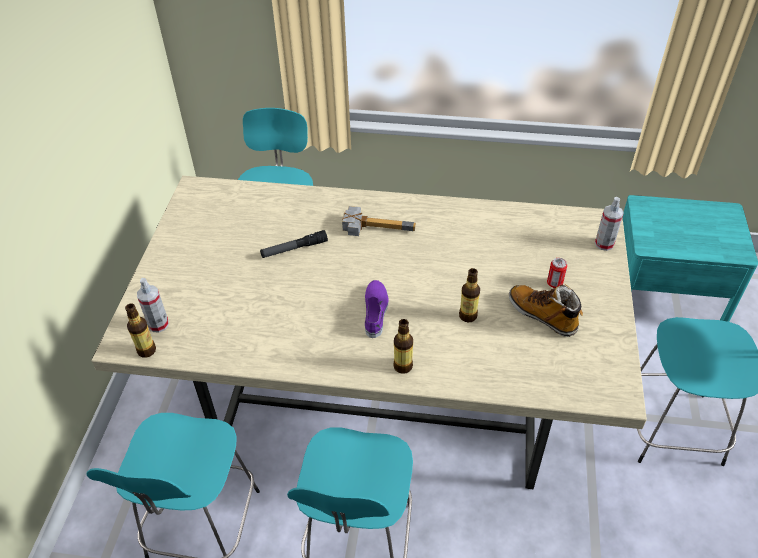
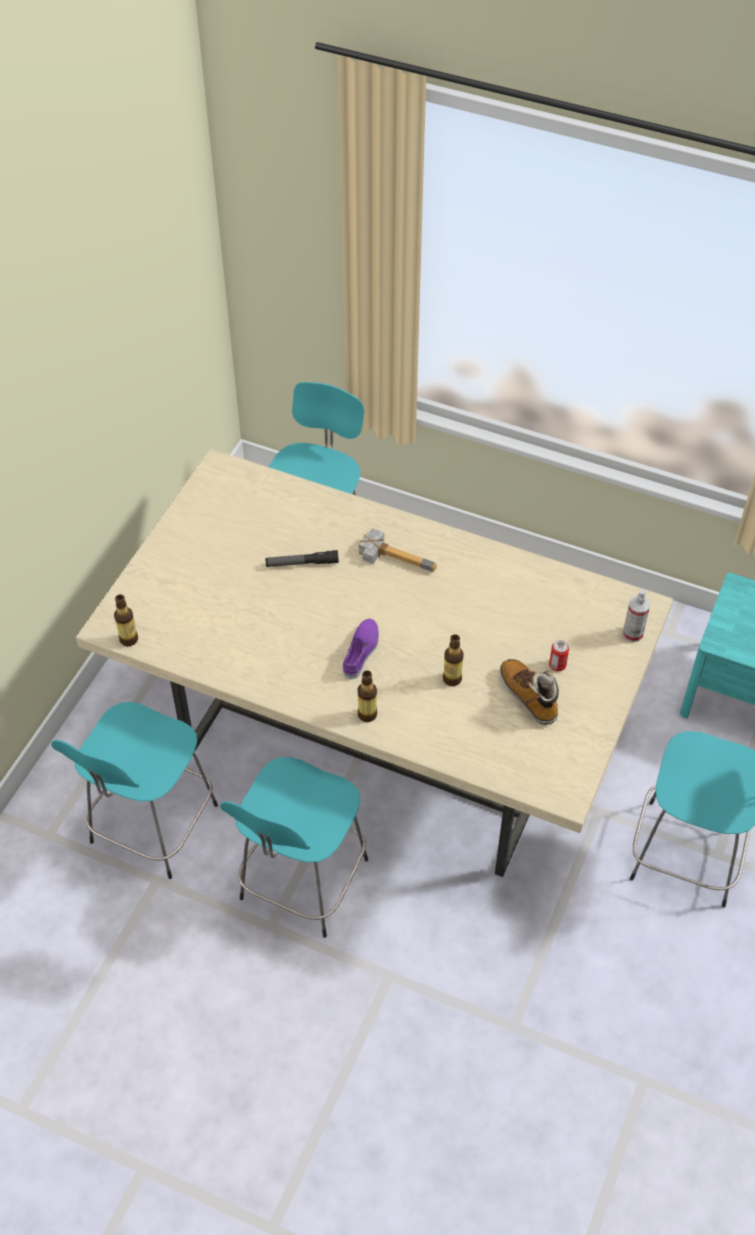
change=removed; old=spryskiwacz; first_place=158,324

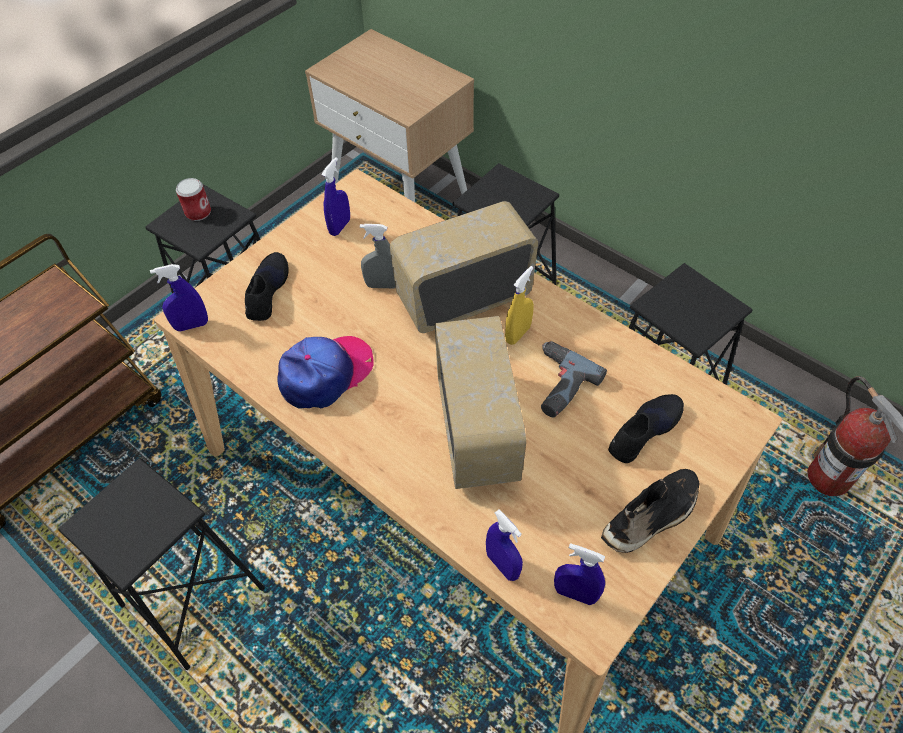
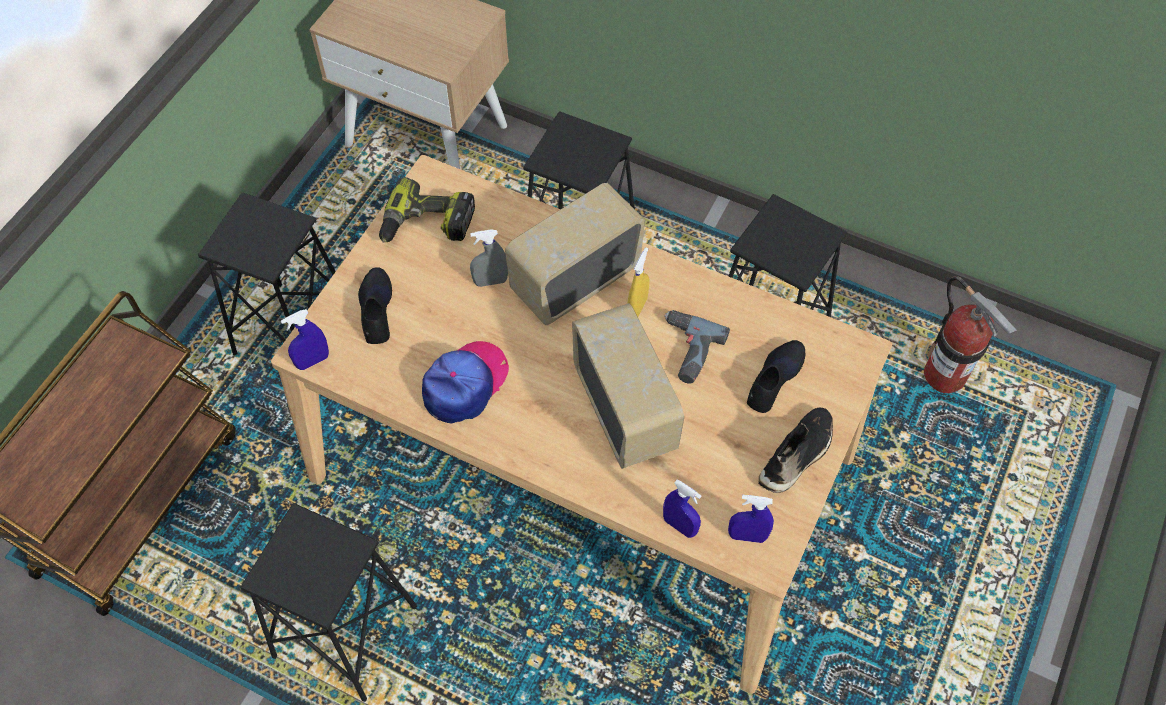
change=removed; old=puszka; first_place=198,212
change=replaced; old=spryskiwacz/niebieski; new=wiertarka; first_place=340,227; second_place=427,225

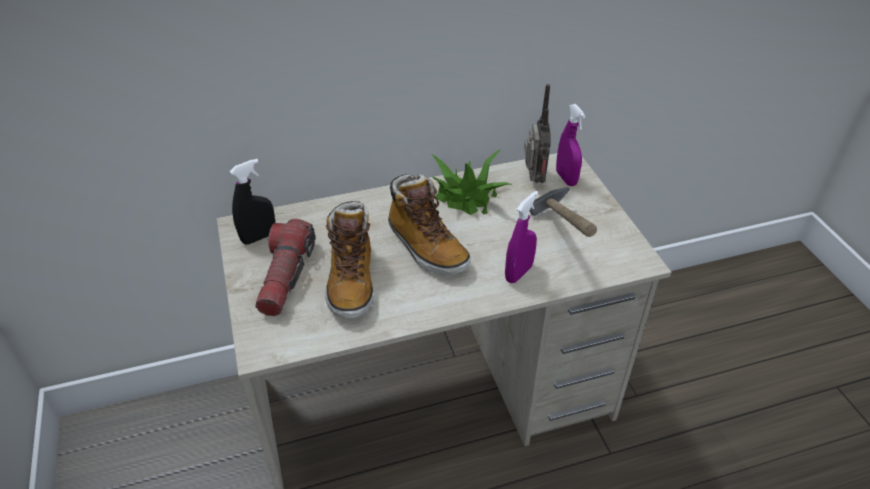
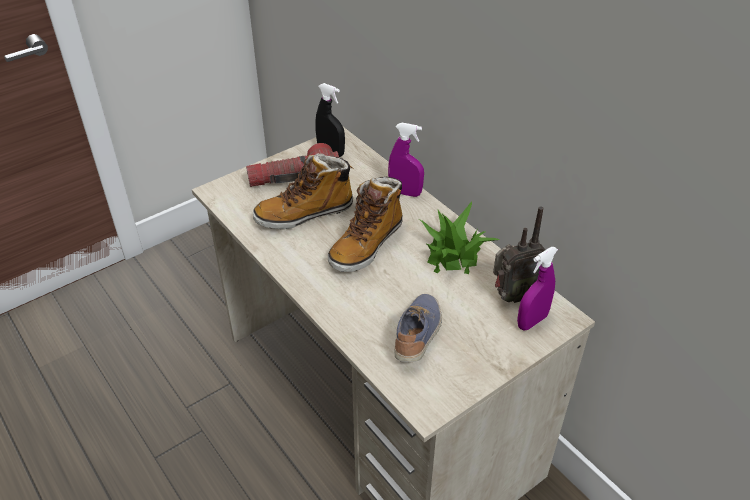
change=moved; old=spryskiwacz/fioletowy; first_place=518,273; second_place=405,192
change=replaced; old=młotek; new=but; first_place=559,244; second_place=418,335

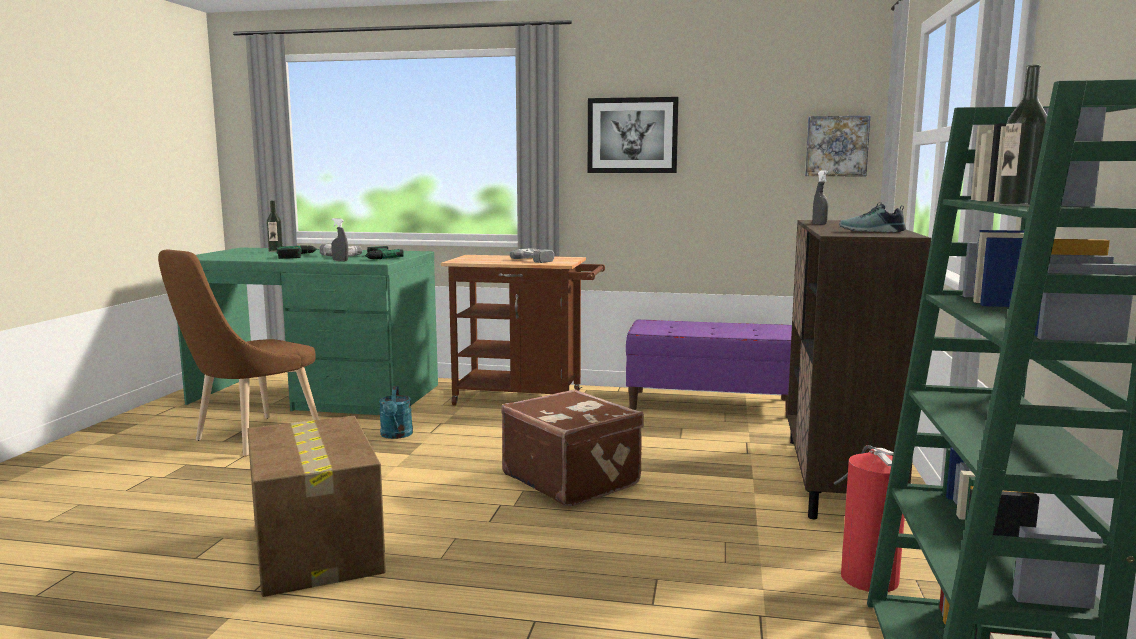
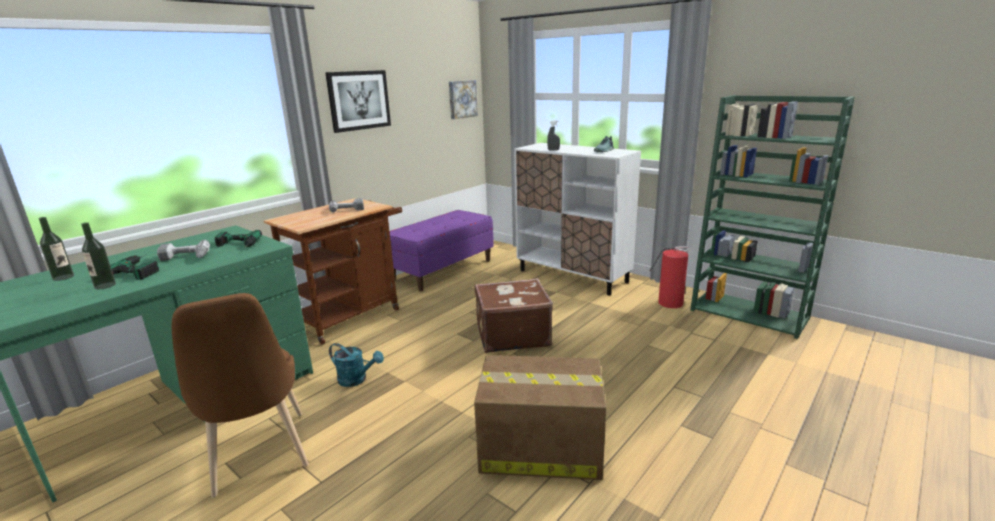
change=removed; old=spryskiwacz/szary; first_place=340,261
change=moved; old=butelka; first_place=1019,205; second_place=105,285
change=recoloured; old=szafka/brązowy; new=szafka/biały; first_place=837,478; second_place=573,276

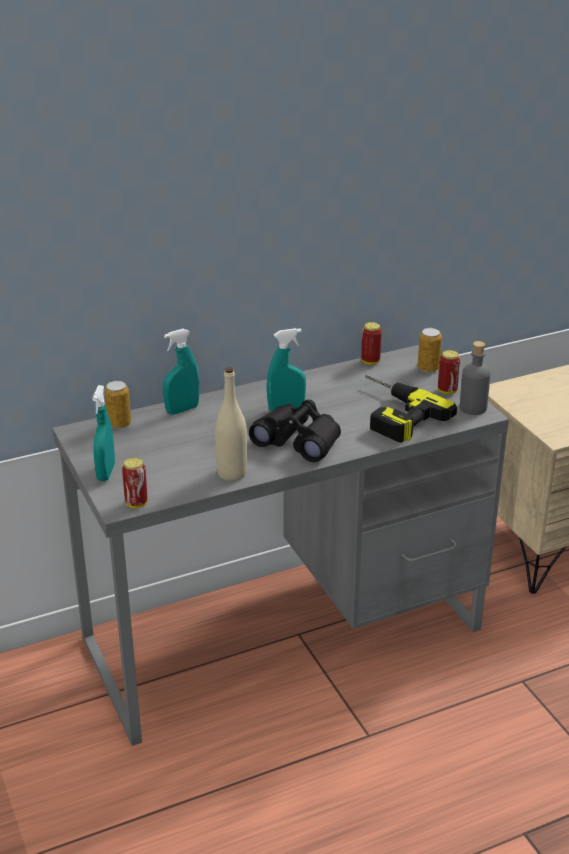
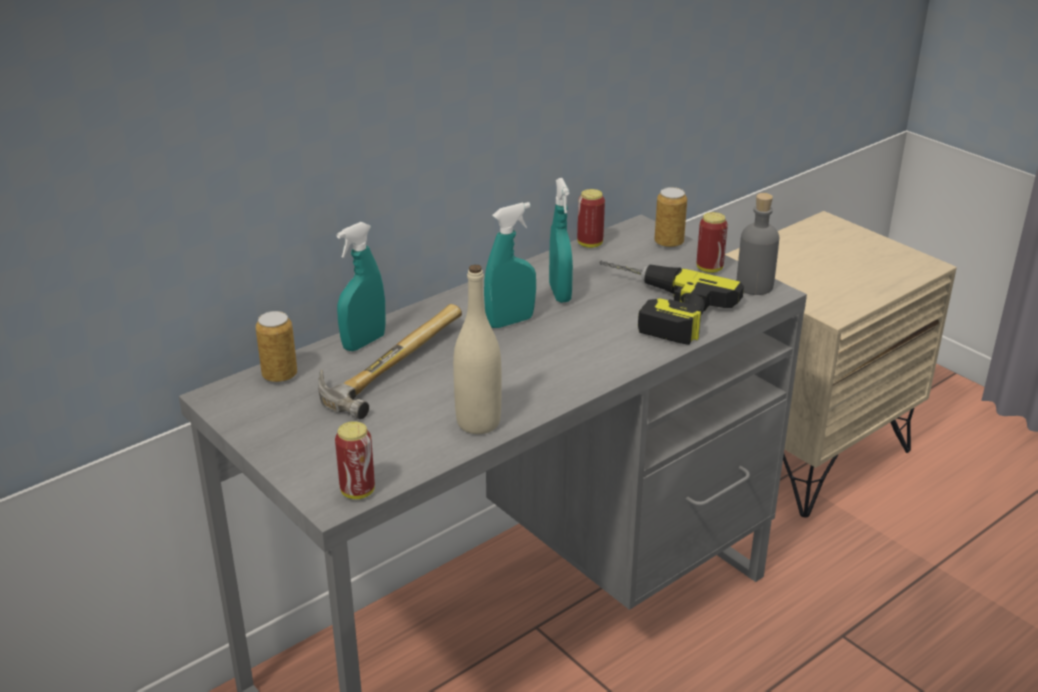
change=removed; old=lornetka/czarny; first_place=299,441
change=added; new=młotek; second_place=388,364
change=moved; old=spryskiwacz/turkusowy; first_place=106,472; second_place=560,293

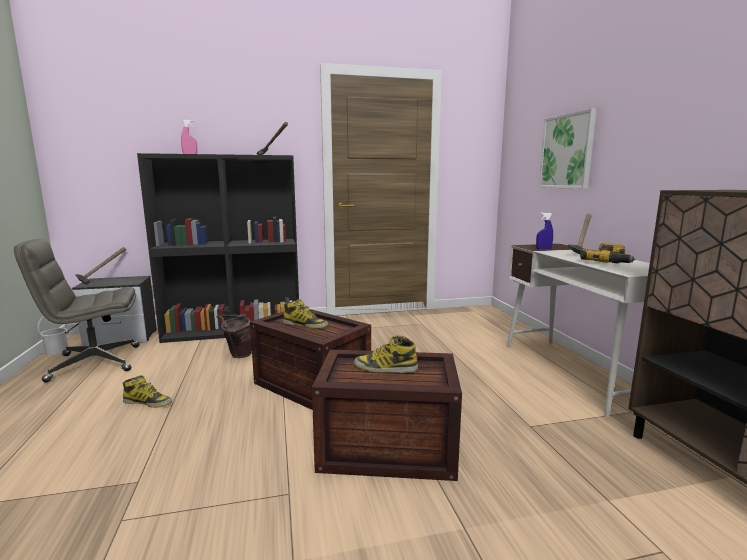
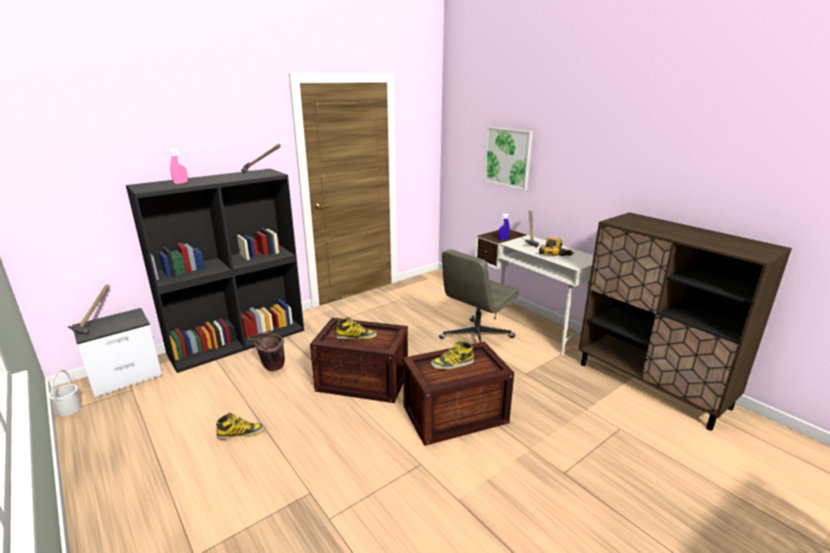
change=moved; old=krzesło biurowe/szary; first_place=94,363; second_place=476,338

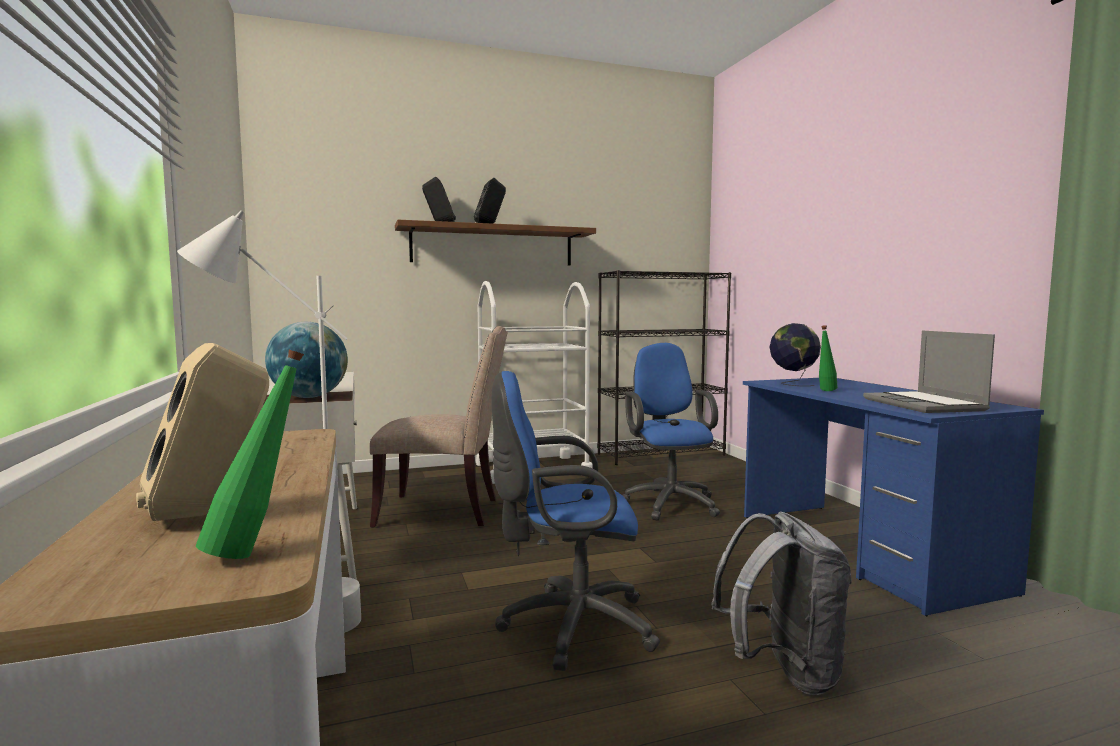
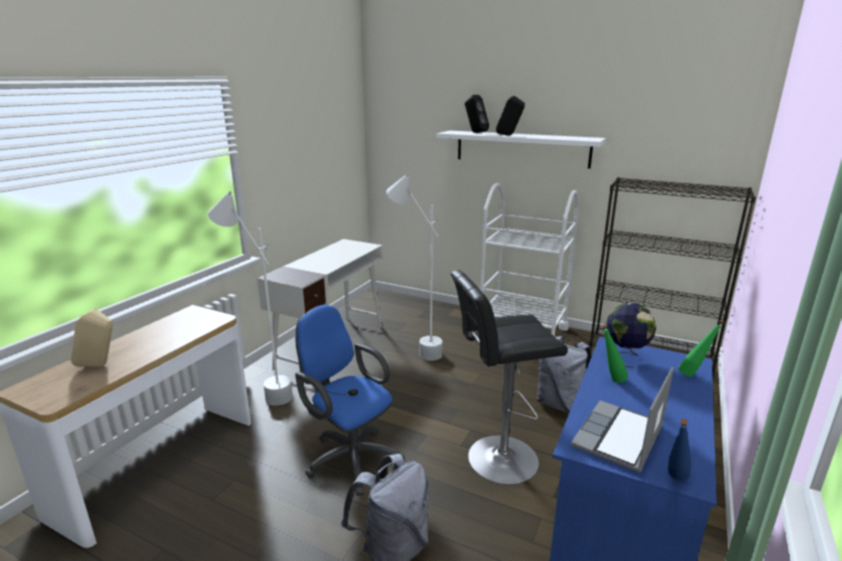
change=removed; old=globus; first_place=309,397
change=added; new=stołek/czarny; second_place=497,460
change=added; new=butelka/niebieski; second_place=674,481
change=moved; old=butelka/zielony; first_place=257,551; second_place=694,375
change=replaced; old=krzesło/beżowy; new=lampa stojąca/biały; first_place=444,511; second_place=416,348
change=replaced; old=krzesło biurowe/niebieski; new=plecak/szary; first_place=669,502; second_place=560,404
change=recoloured; old=półka/brązowy; new=półka/biały; first_place=493,246; second_place=521,148

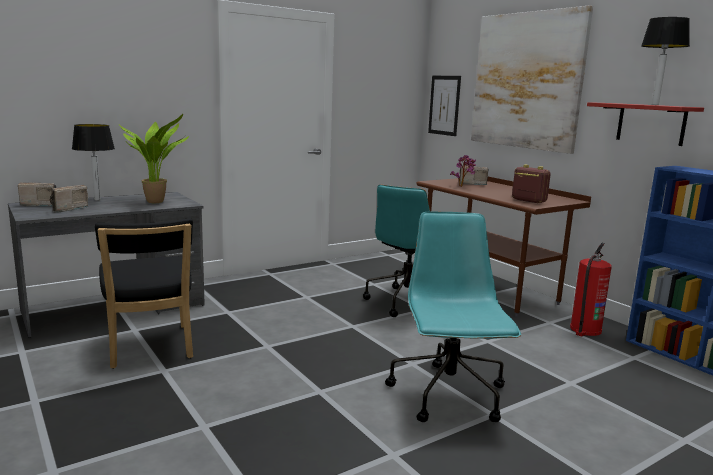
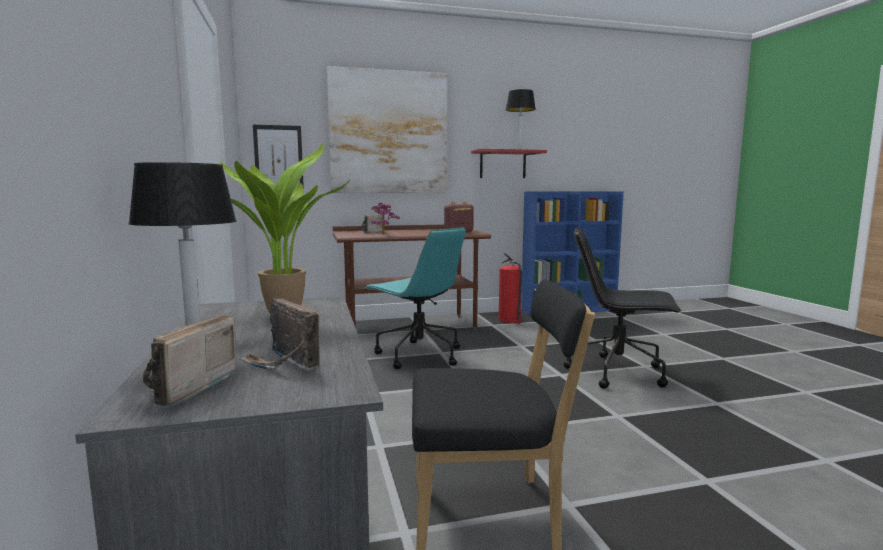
change=recoloured; old=krzesło biurowe/turkusowy; new=krzesło biurowe/czarny; first_place=449,396; second_place=619,372

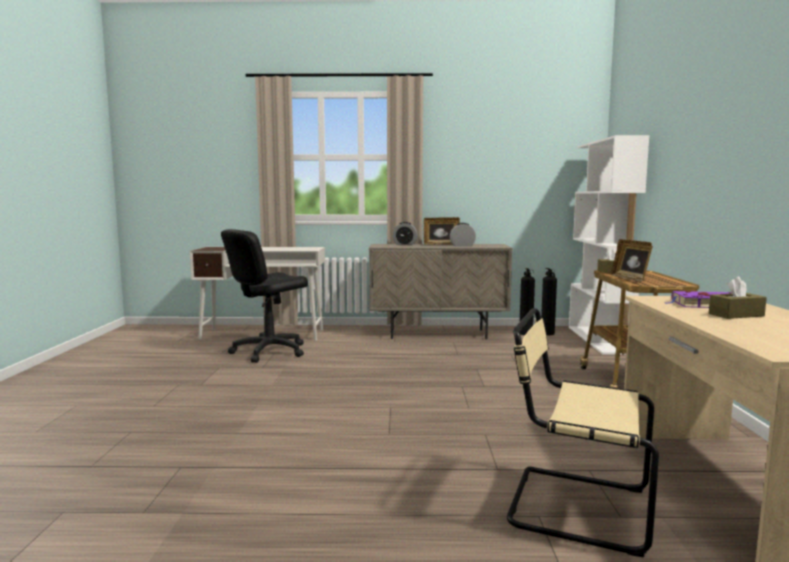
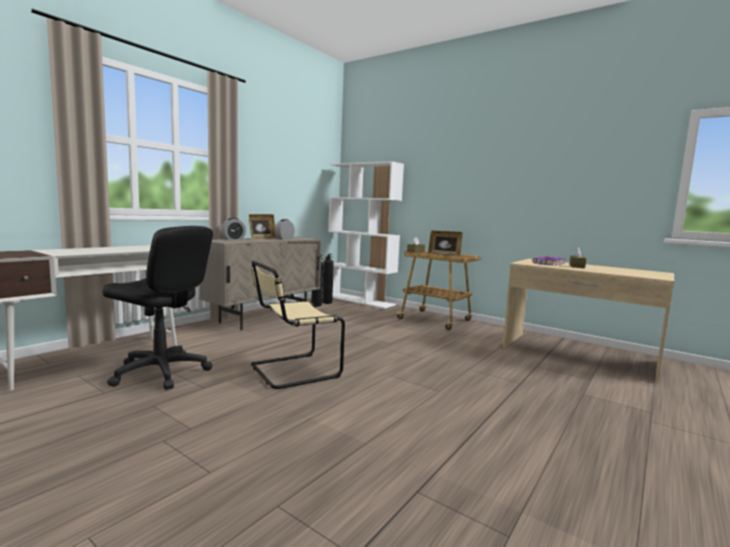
change=moved; old=krzesło/beżowy; first_place=573,506; second_place=291,371
change=turned; old=krzesło biurowe/czarny; first_place=269,351; second_place=161,372; degrees=-60

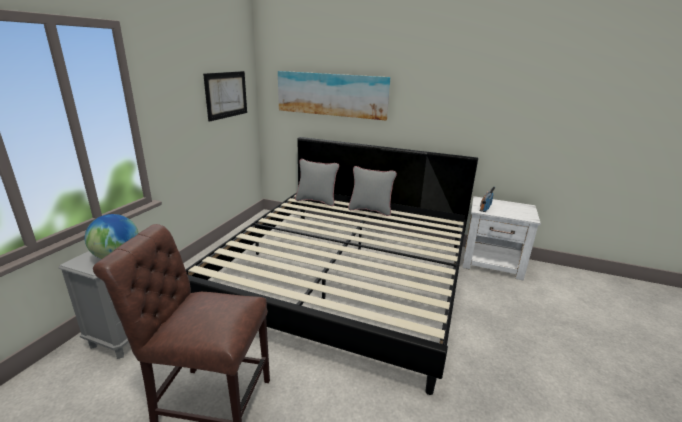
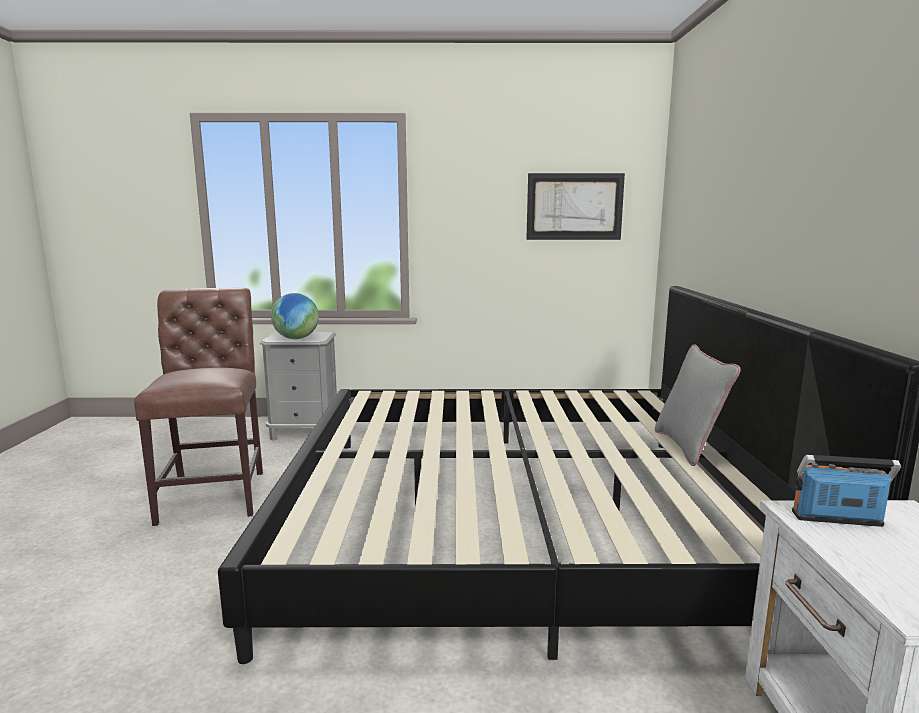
change=removed; old=obraz; first_place=331,94
change=removed; old=poduszka/szary; first_place=316,201

